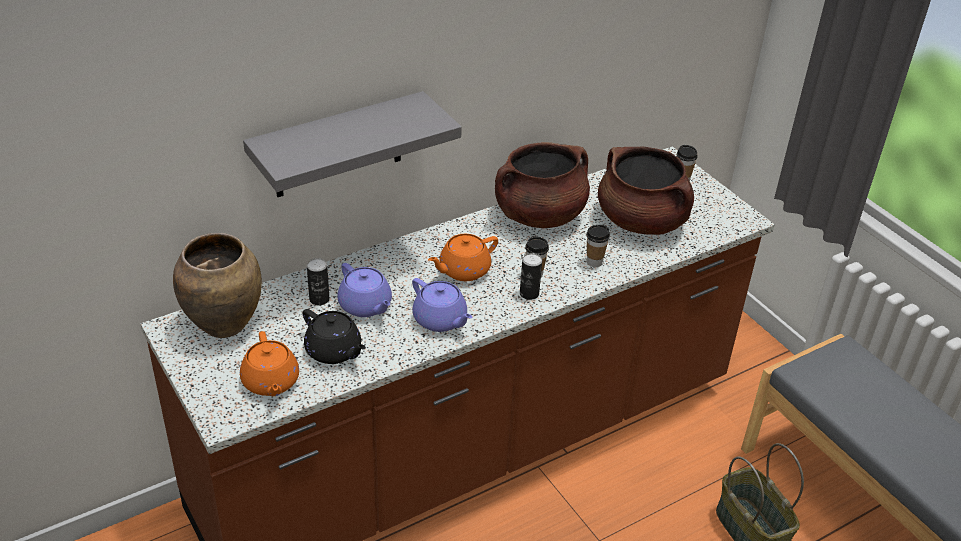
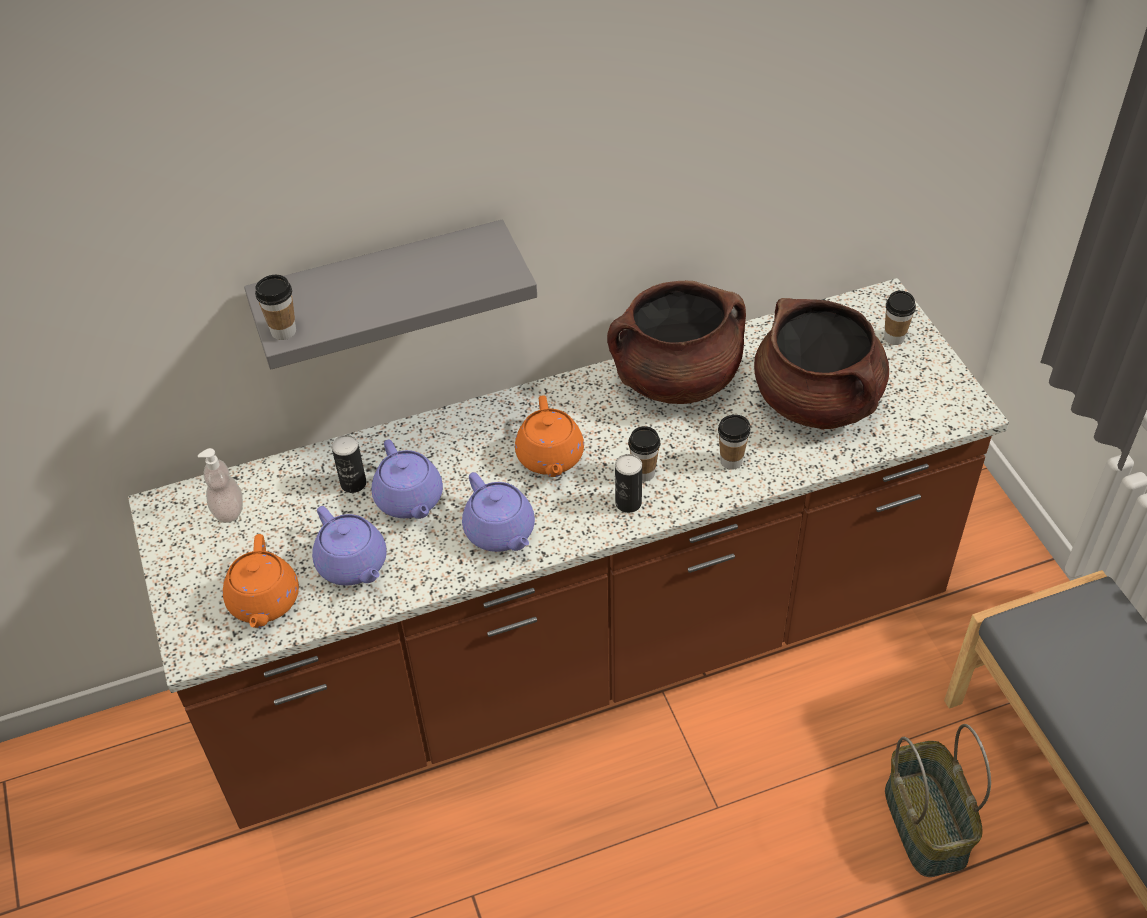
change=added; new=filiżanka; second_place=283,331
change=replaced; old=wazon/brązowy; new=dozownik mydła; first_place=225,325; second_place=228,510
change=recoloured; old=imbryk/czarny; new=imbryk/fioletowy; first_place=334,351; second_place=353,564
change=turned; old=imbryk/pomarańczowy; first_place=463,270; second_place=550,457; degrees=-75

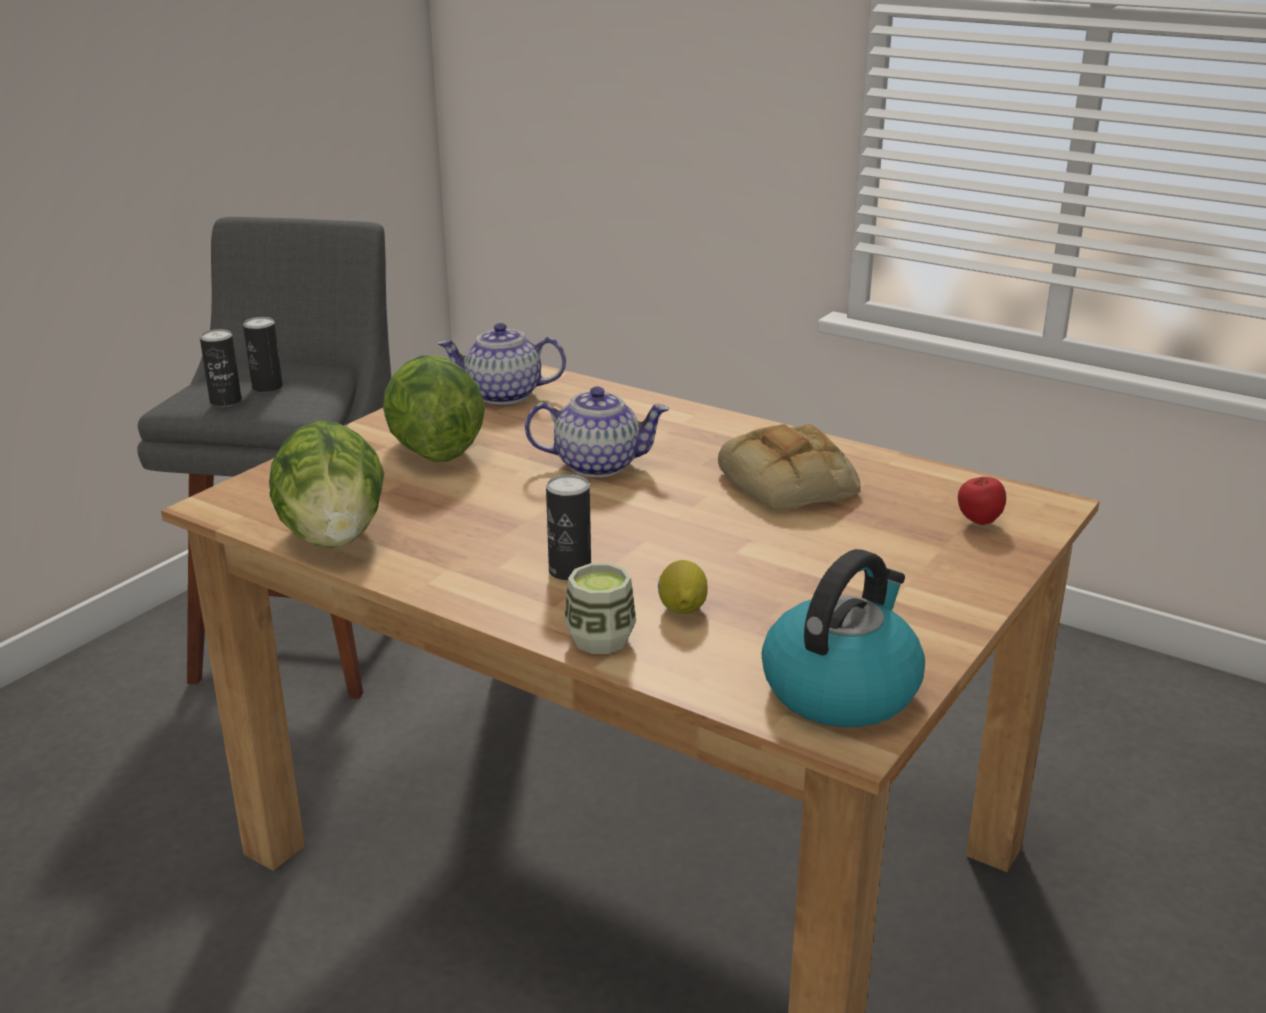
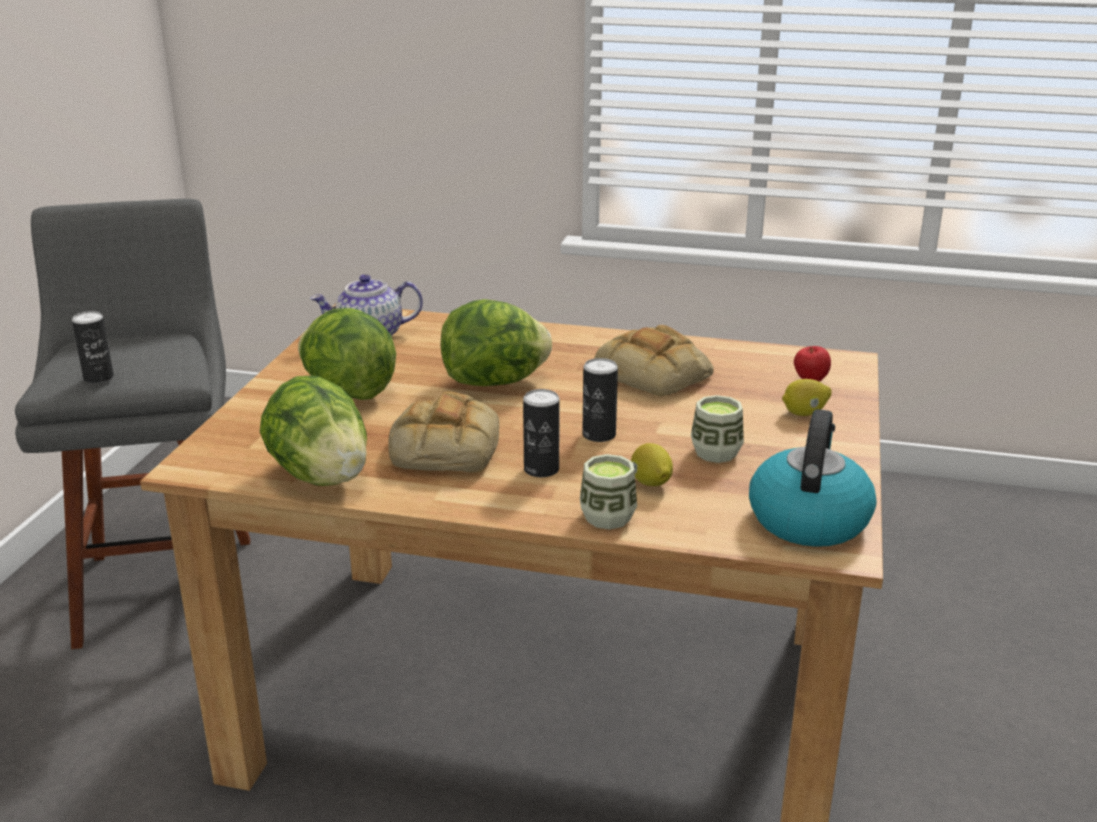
change=added; new=chleb; second_place=444,447
change=added; new=filiżanka; second_place=716,452
change=added; new=cytryna; second_place=804,413
change=moved; old=puszka; first_place=267,387; second_place=599,435
change=replaced; old=imbryk; new=sałata; first_place=598,464; second_place=495,382

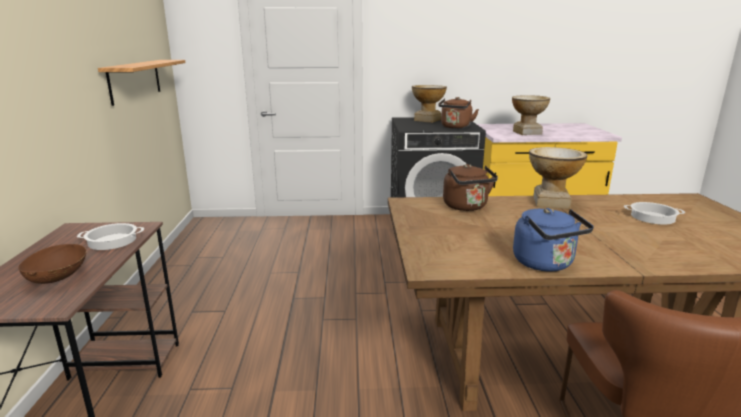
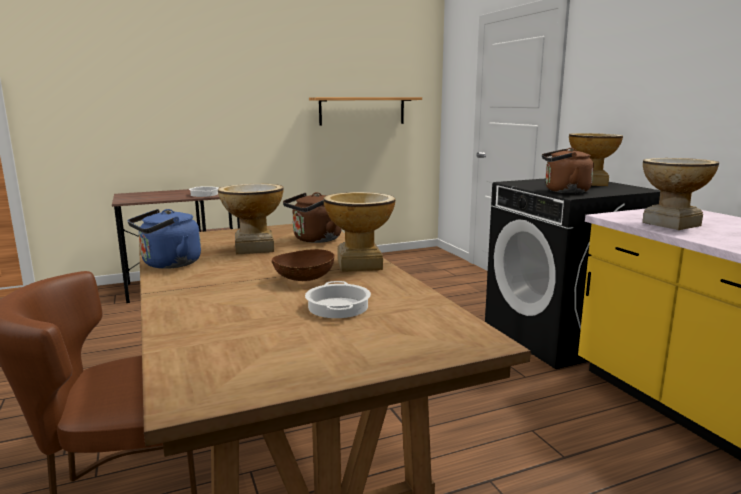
change=added; new=wazon; second_place=254,248
change=moved; old=miska/brązowy; first_place=58,278; second_place=304,280

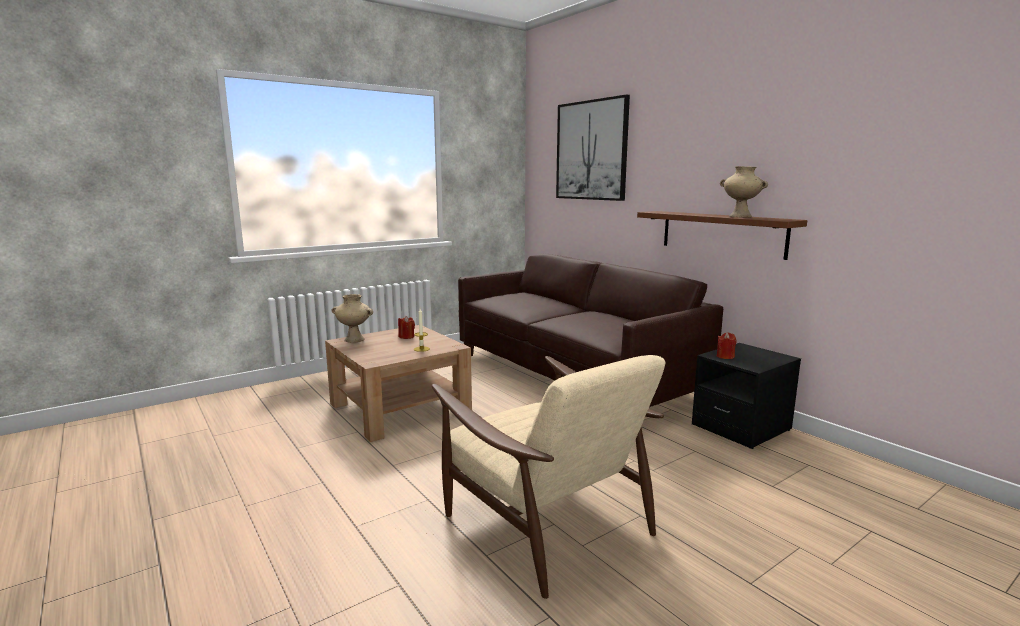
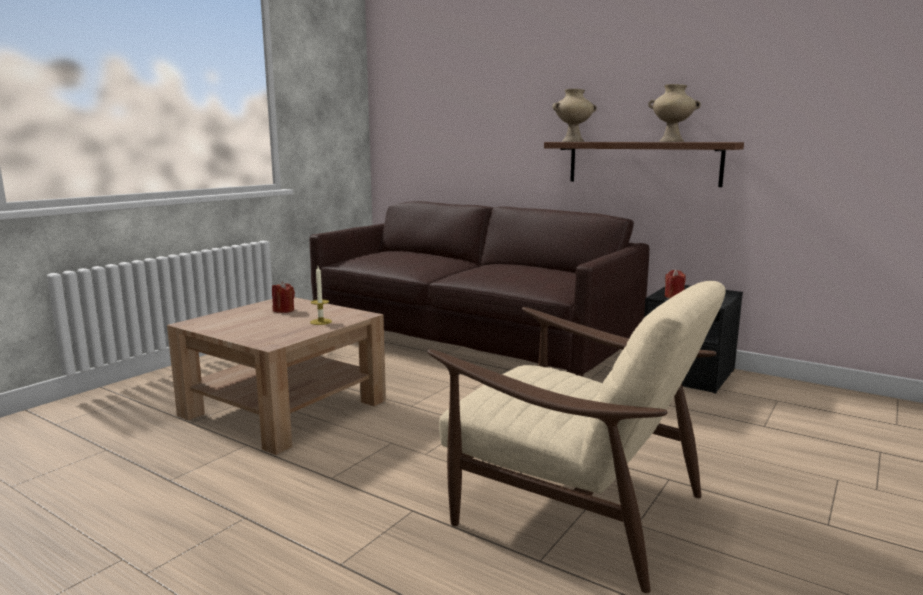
change=removed; old=obraz; first_place=591,150
change=moved; old=wazon/beżowy; first_place=355,339; second_place=573,141

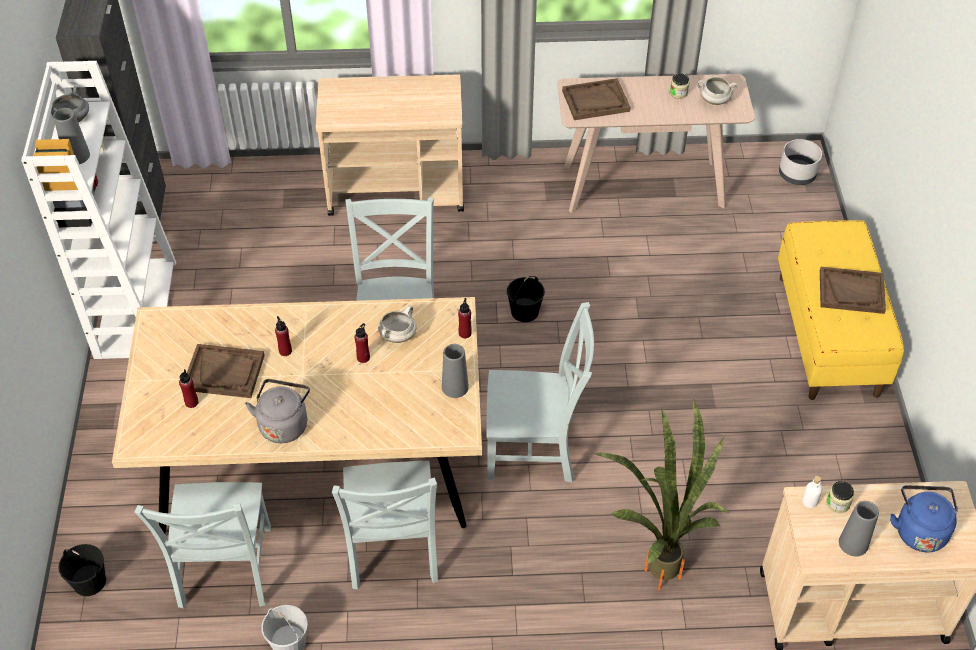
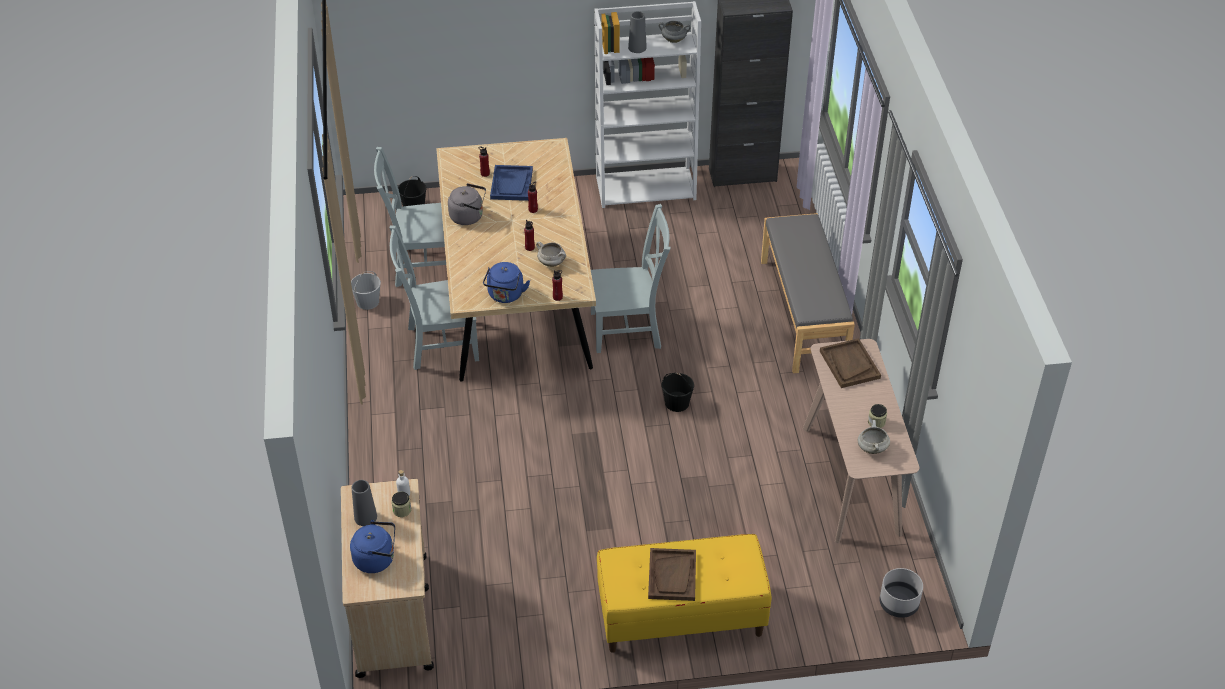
change=removed; old=krzesło/szary; first_place=535,449
change=removed; old=roślina doniczkowa; first_place=659,564
change=replaced; old=wózek/beżowy; new=ławka/szary; first_place=397,190; second_place=804,313
change=replaced; old=wazon/szary; new=czajnik/niebieski; first_place=455,387; second_place=505,295
change=recoloured; old=taca/brązowy; new=taca/niebieski; first_place=224,372; second_place=511,184

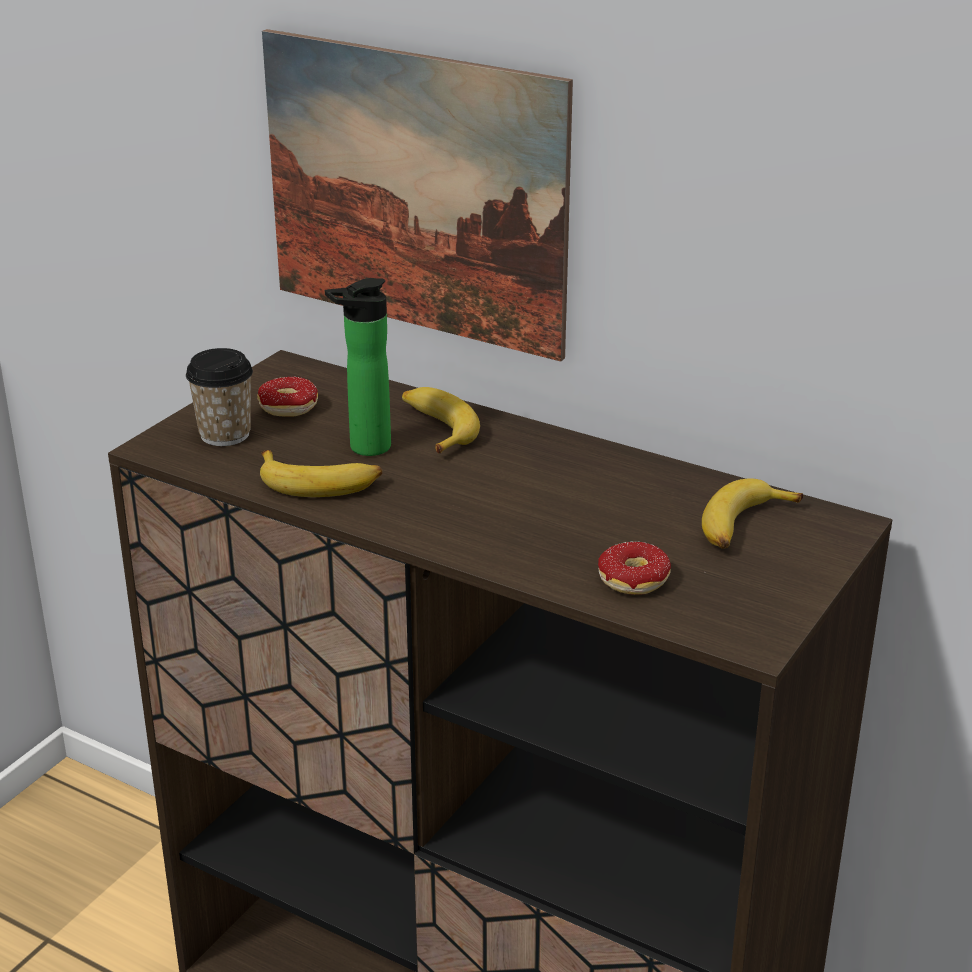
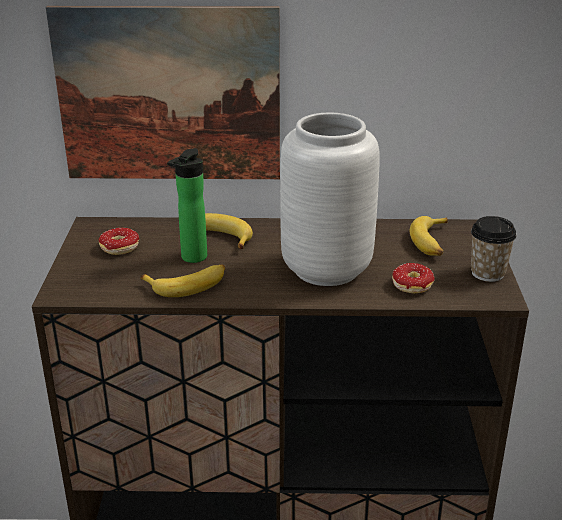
change=added; new=wazon/szary; second_place=325,268
change=moved; old=filiżanka; first_place=225,434; second_place=487,273

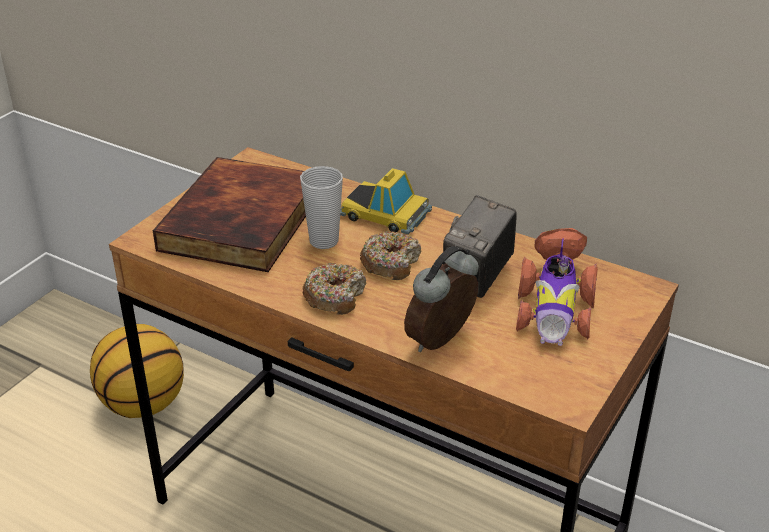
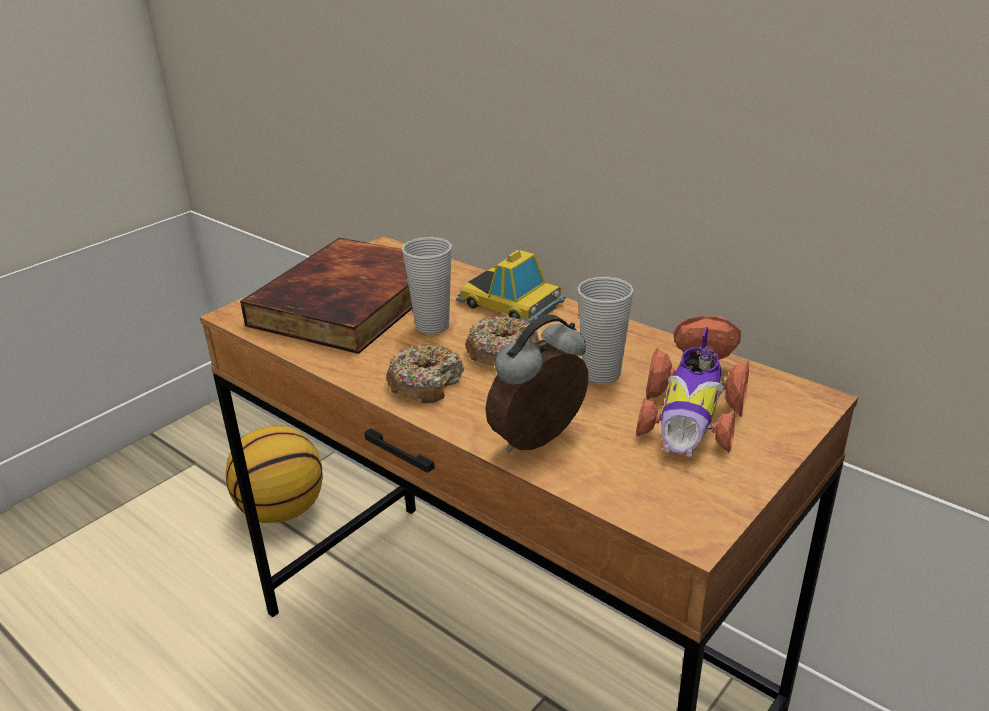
change=replaced; old=aparat fotograficzny; new=filiżanka; first_place=477,278; second_place=601,374

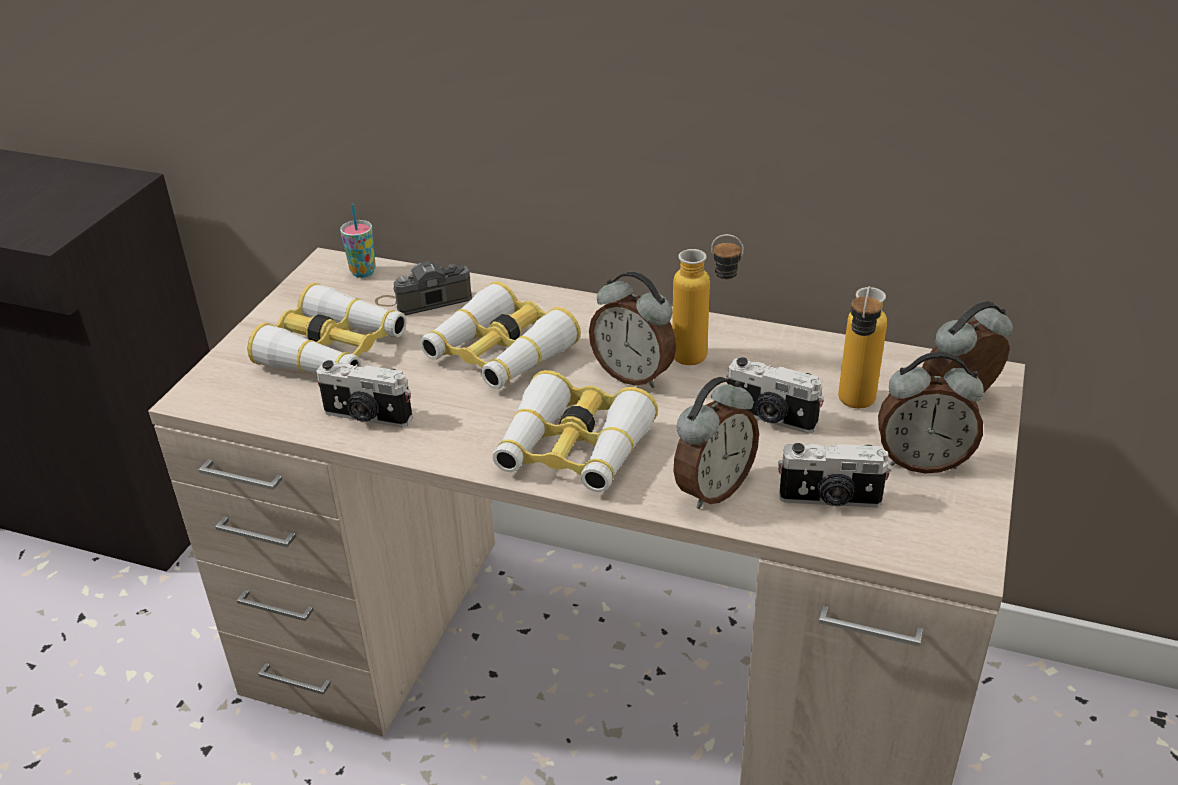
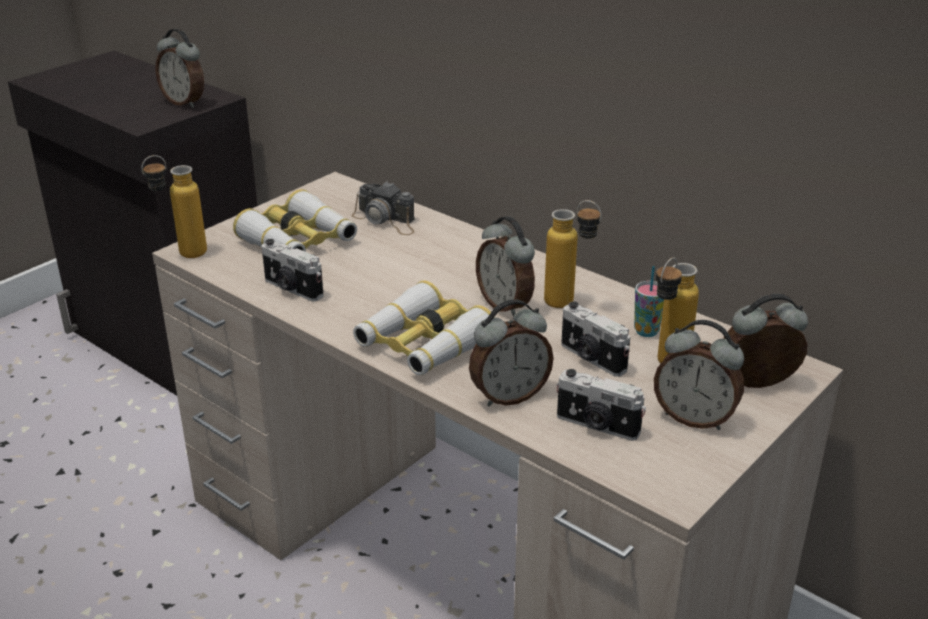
change=removed; old=lornetka; first_place=499,353
change=added; new=butelka; second_place=182,255
change=added; new=budzik; second_place=185,102
change=moved; old=filiżanka; first_place=363,272; second_place=646,331
change=turned; old=aparat fotograficzny; first_place=424,299; second_place=386,220; degrees=-150

